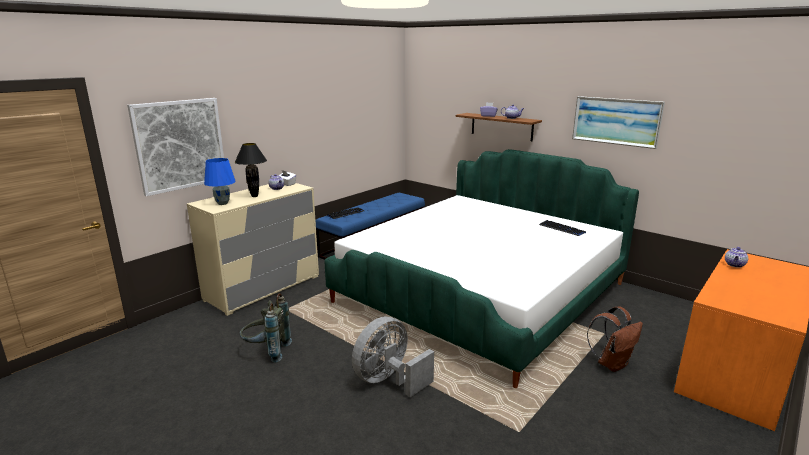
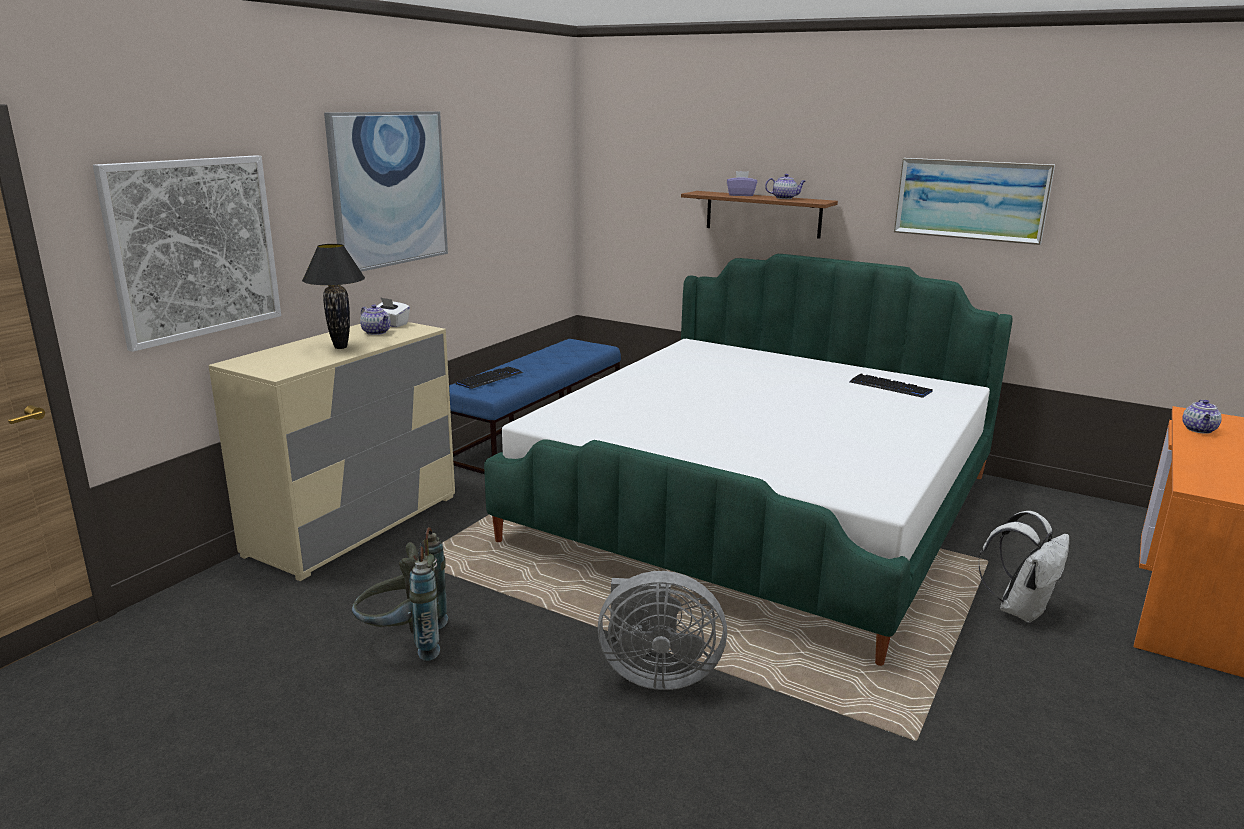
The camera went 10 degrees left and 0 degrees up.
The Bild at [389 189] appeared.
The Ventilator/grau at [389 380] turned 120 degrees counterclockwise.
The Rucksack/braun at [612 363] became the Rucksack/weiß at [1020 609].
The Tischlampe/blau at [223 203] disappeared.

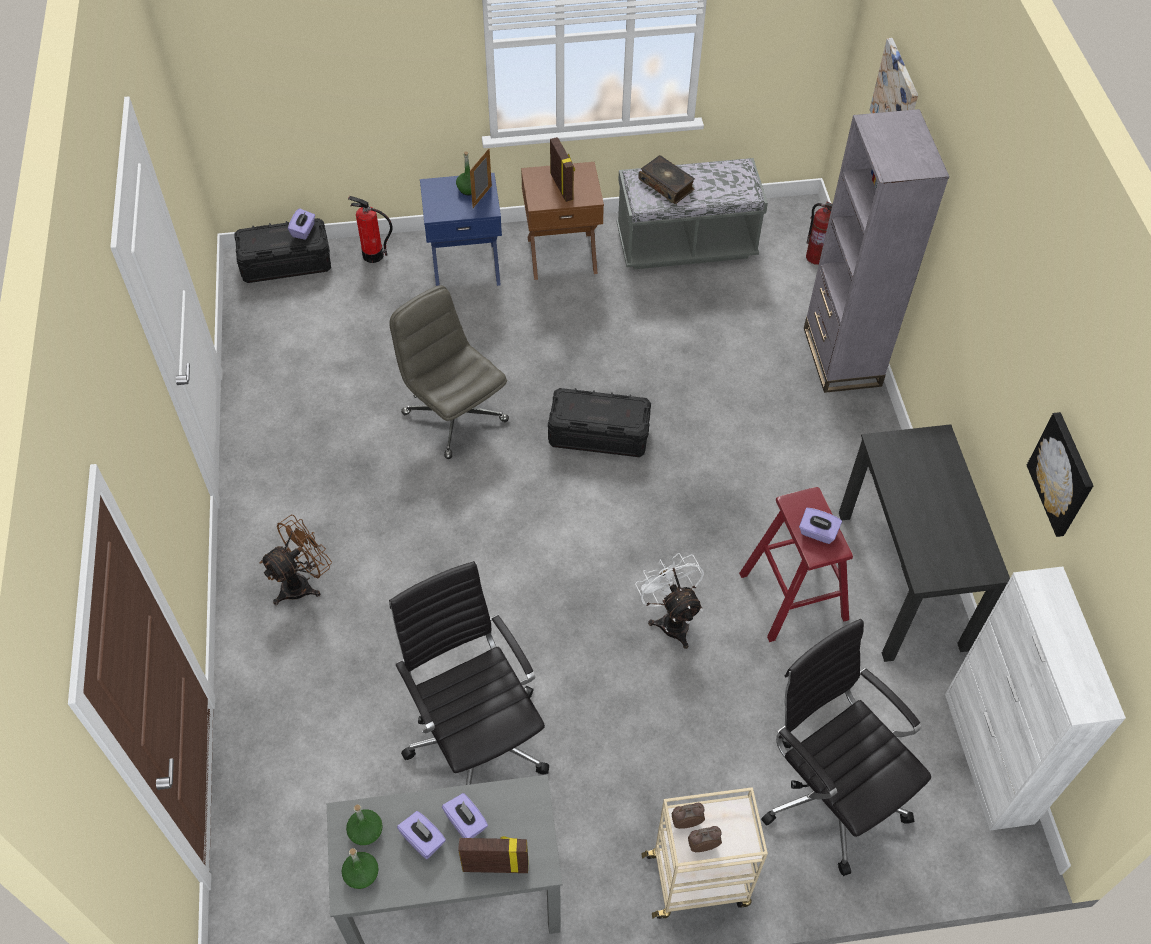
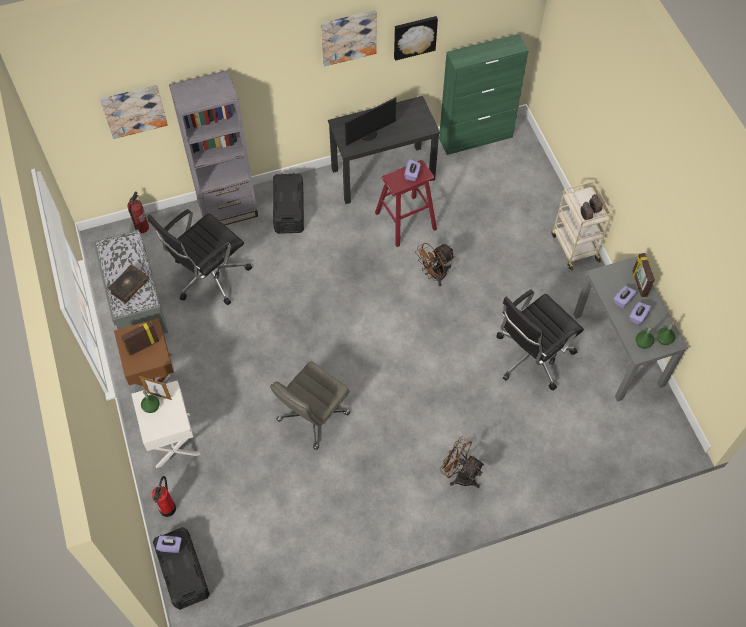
The camera went 100 degrees left and 5 degrees up.
The Nachttisch/blau at [465 265] became the Nachttisch/weiß at [172 440].
The Bürostuhl/schwarz moved from [830 792] to [208 276].
The Aufbewahrungsbox/schwarz moved from [599 435] to [289 210].
The Bild at [348 37] appeared.
The Monitor at [368 134] appeared.
The Ventilator/weiß at [671 619] became the Ventilator/braun at [434 275].
The Schrank/weiß at [988 758] became the Schrank/grün at [476 138].

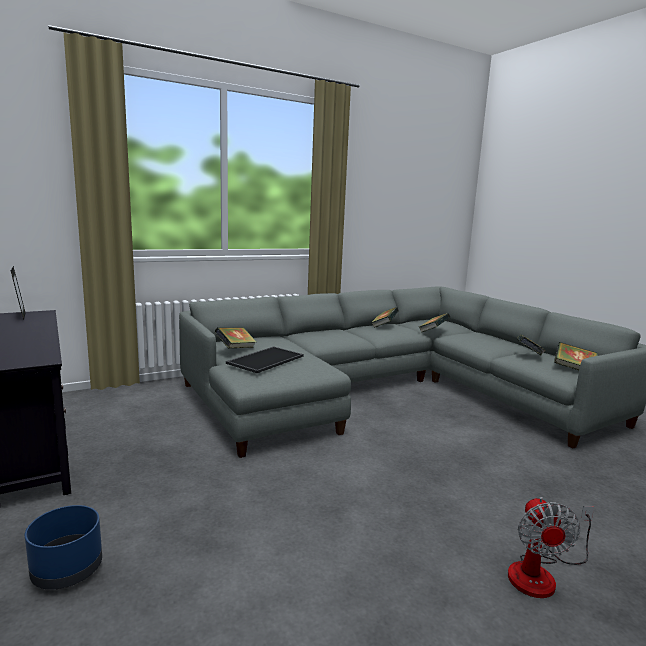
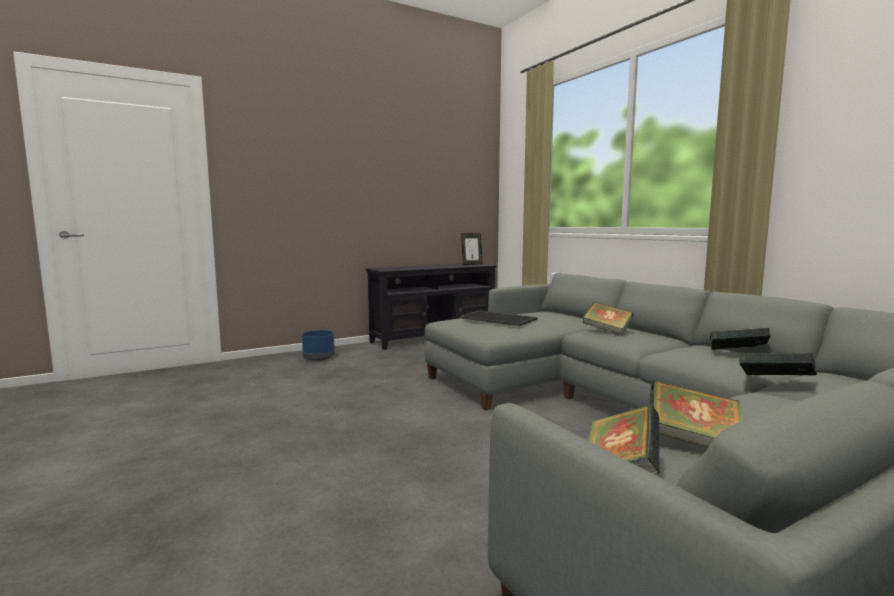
The camera went 90 degrees right and 5 degrees down.
The Buch moved from [236 349] to [607 331].
The Ventilator at [541 573] disappeared.

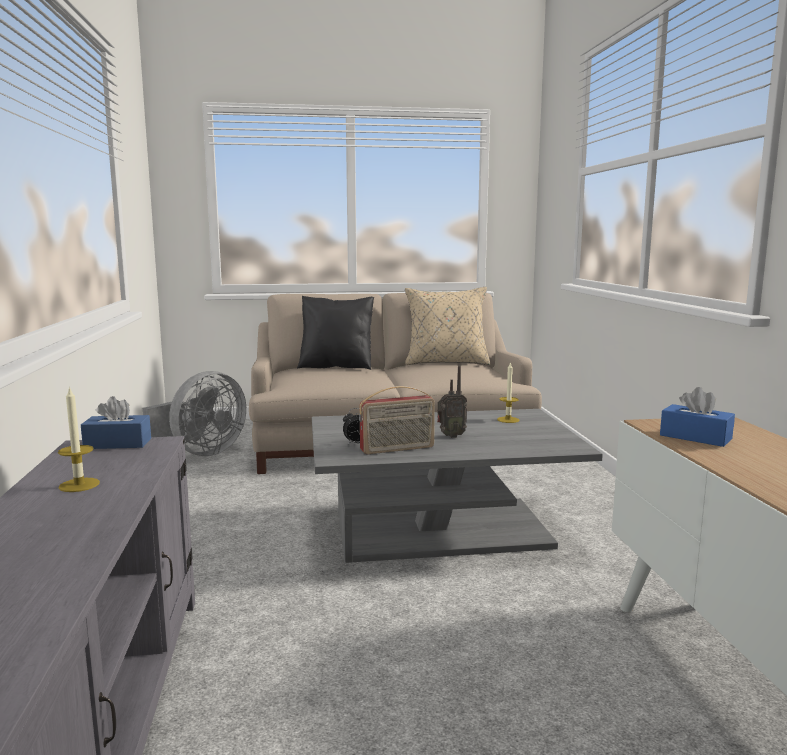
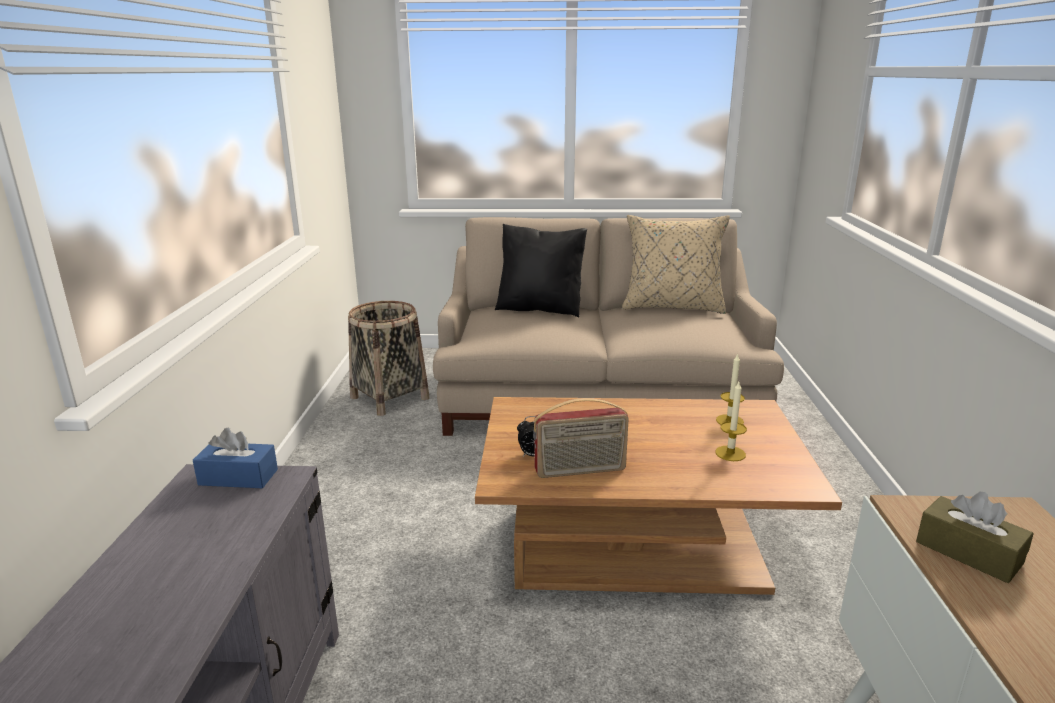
The camera went 10 degrees right and 10 degrees up.
The Ventilator/grau at [202 453] was replaced by the Korb at [390 398].
The Couchtisch/grau at [442 530] became the Couchtisch/braun at [636 547].
The Kerze moved from [79 485] to [730 453].
The Taschentuchbox/blau at [695 437] became the Taschentuchbox/braun at [968 552].
The Radio at [450 436] disappeared.

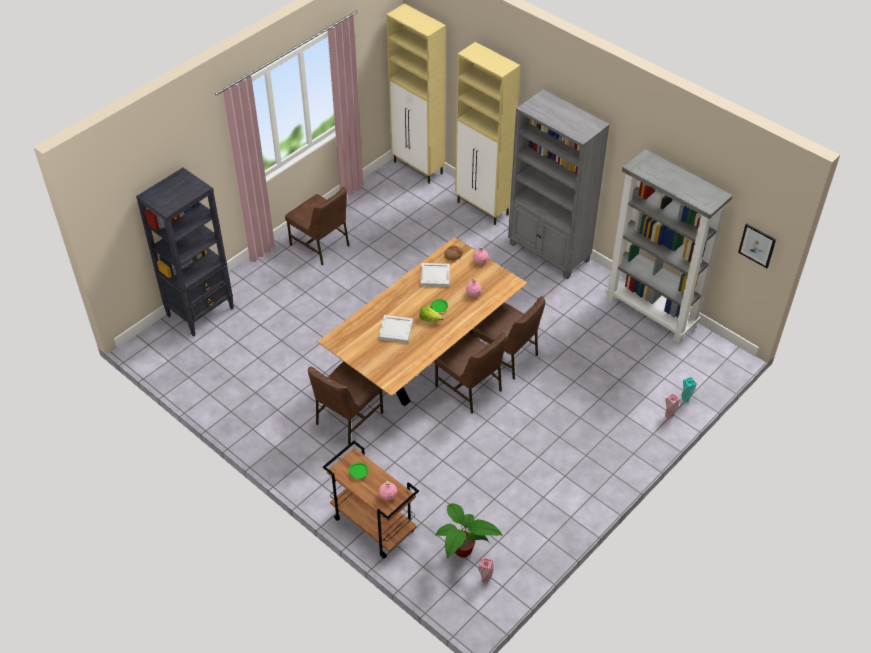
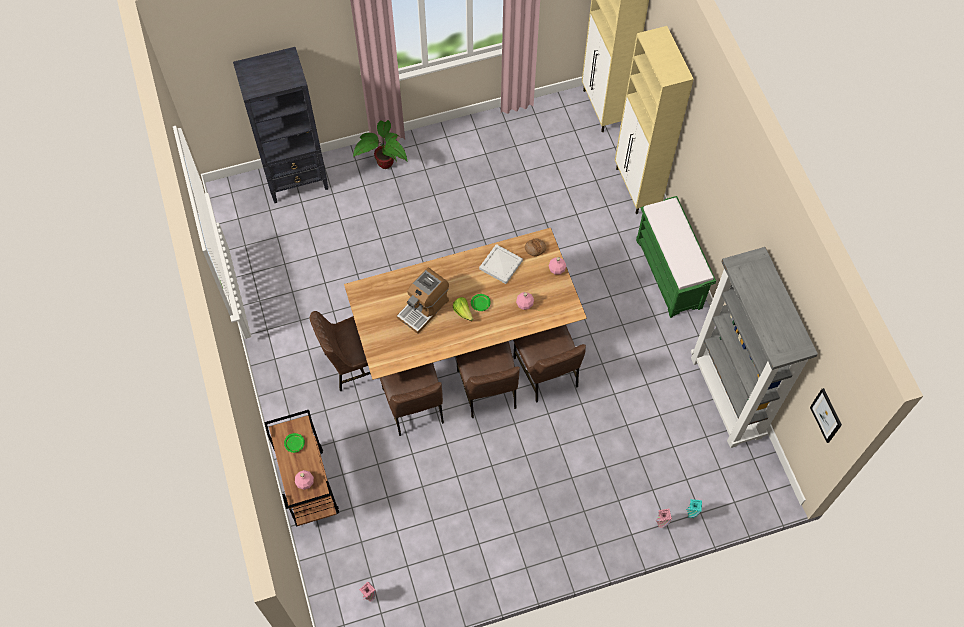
The camera went 30 degrees right and 15 degrees up.
The Topfpflanze moved from [462 554] to [383 165].
The Stuhl/braun moved from [321 245] to [414 406].
The Tablett/weiß at [396 330] was replaced by the Kaffeemaschine at [424 308].
The Bücherregal/grau at [549 253] was replaced by the Bank/grün at [669 274].

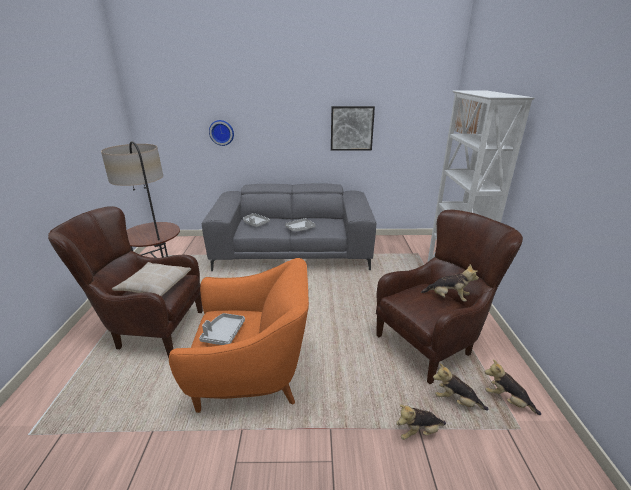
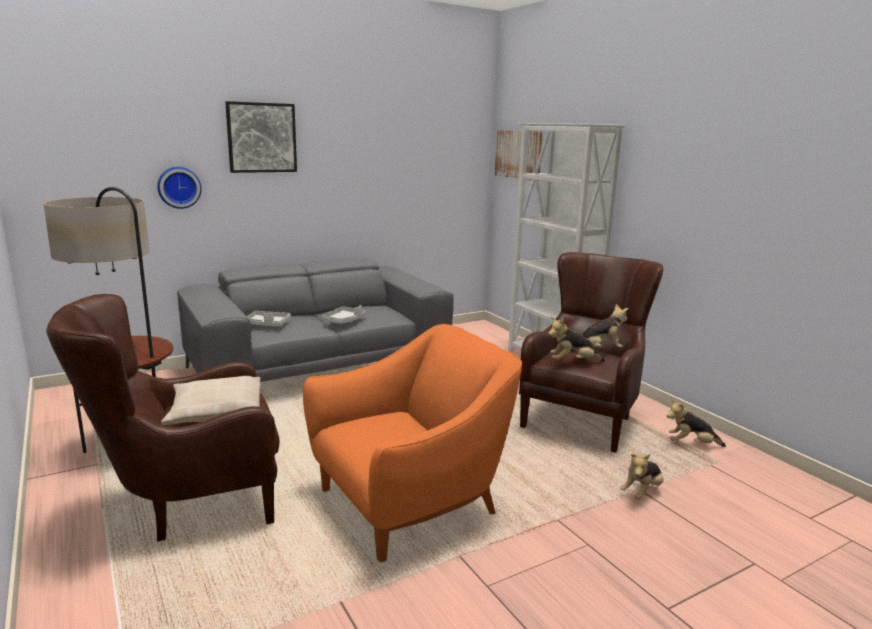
The camera went 30 degrees left and 10 degrees down.
The Bild moved from [351 128] to [261 137].
The Plüschtier moved from [456 401] to [573 362].
The Tablett/grau at [223 333] disappeared.

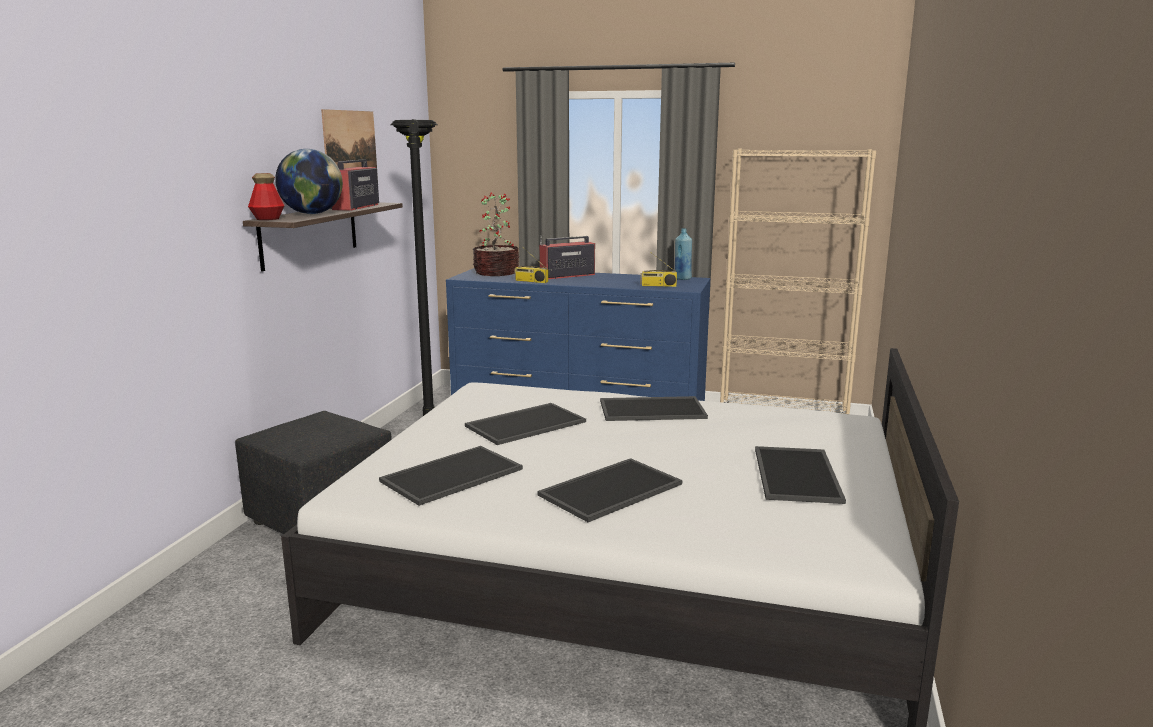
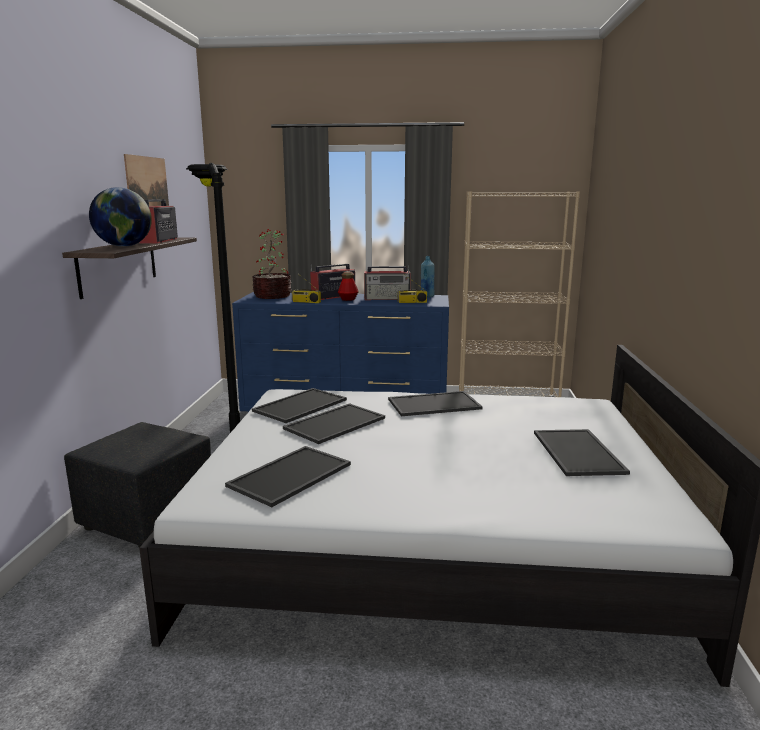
The camera went 10 degrees left and 0 degrees up.
The Tablett moved from [611 490] to [300 406].
The Flasche moved from [268 219] to [348 299].
The Radio at [387 298] appeared.

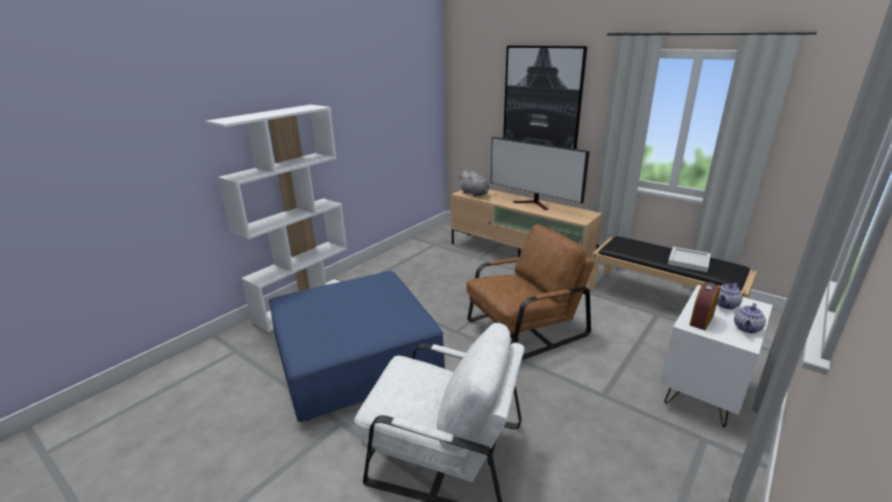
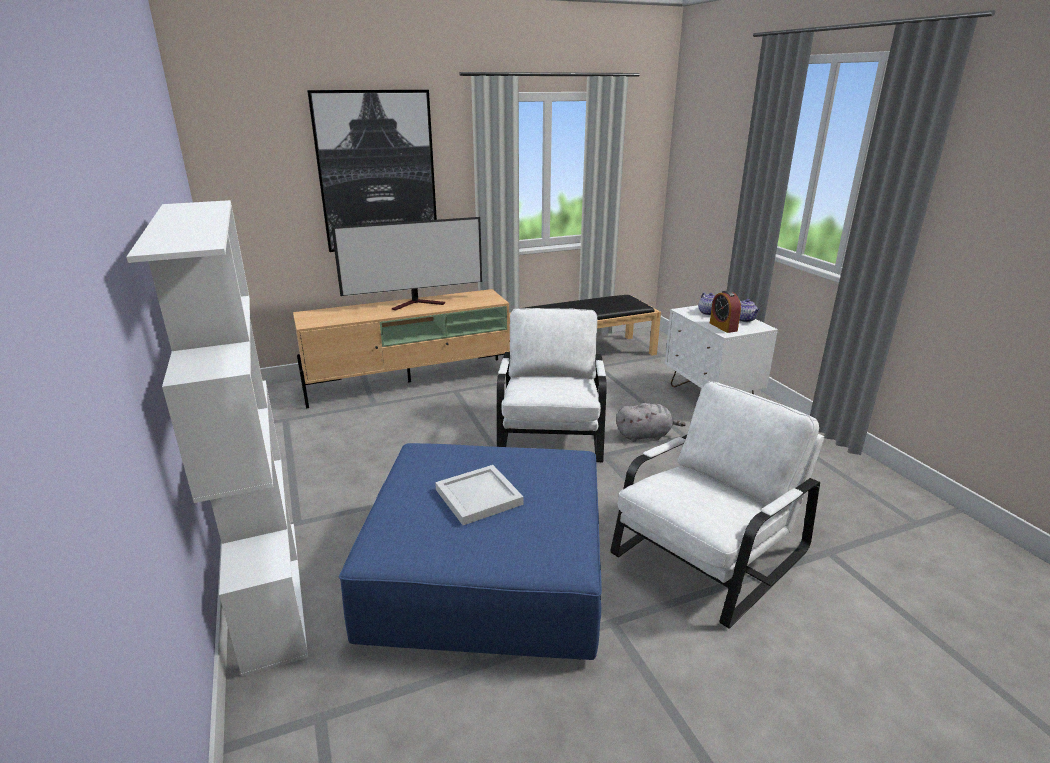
The camera went 60 degrees left and 0 degrees up.
The Tablett/weiß moved from [688 261] to [478 498].
The Sessel/braun at [524 328] became the Sessel/weiß at [551 433].
The Plüschtier/grau moved from [475 194] to [645 435].

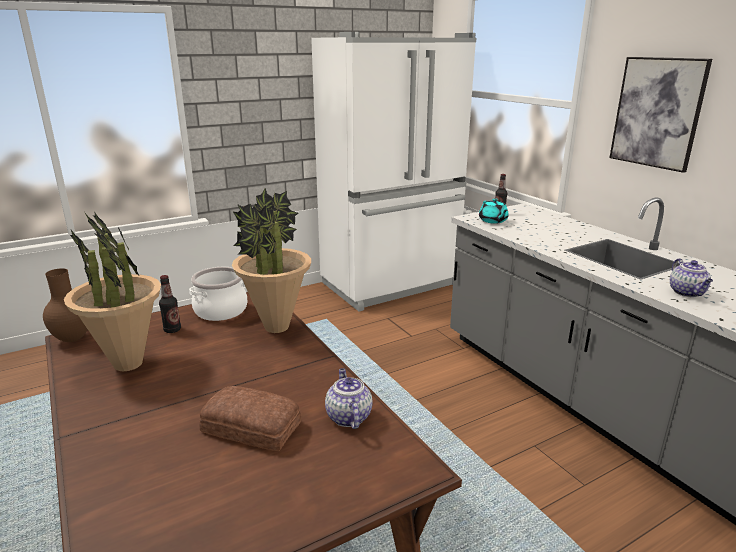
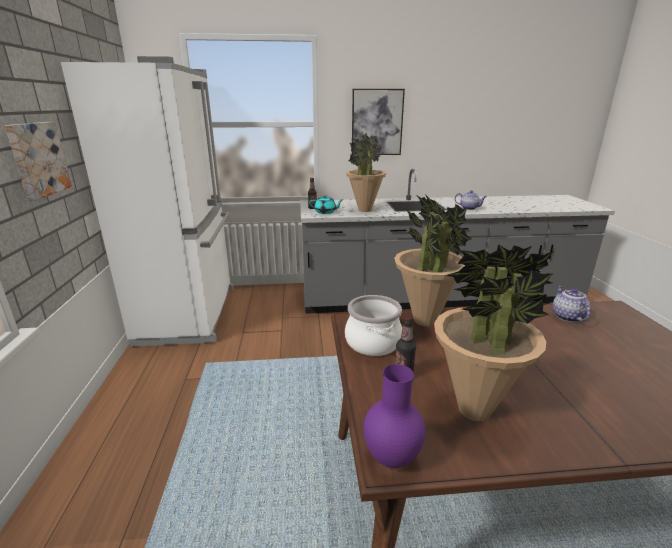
The camera went 65 degrees left and 0 degrees up.
The Bild at [37 159] appeared.
The Topfpflanze at [364 210] appeared.
The Vase/braun at [73 338] became the Vase/lila at [390 458].
The Teekanne at [348 416] turned 75 degrees clockwise.
The Brot at [251 428] disappeared.

